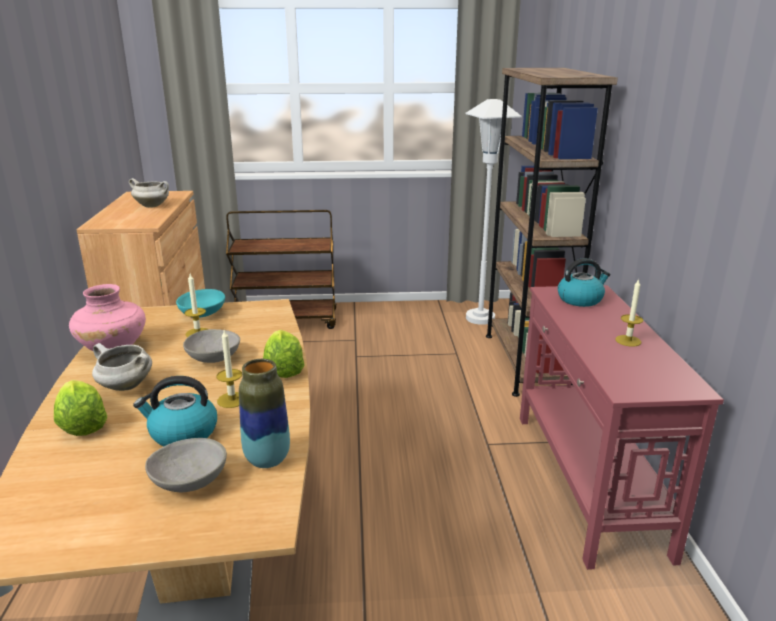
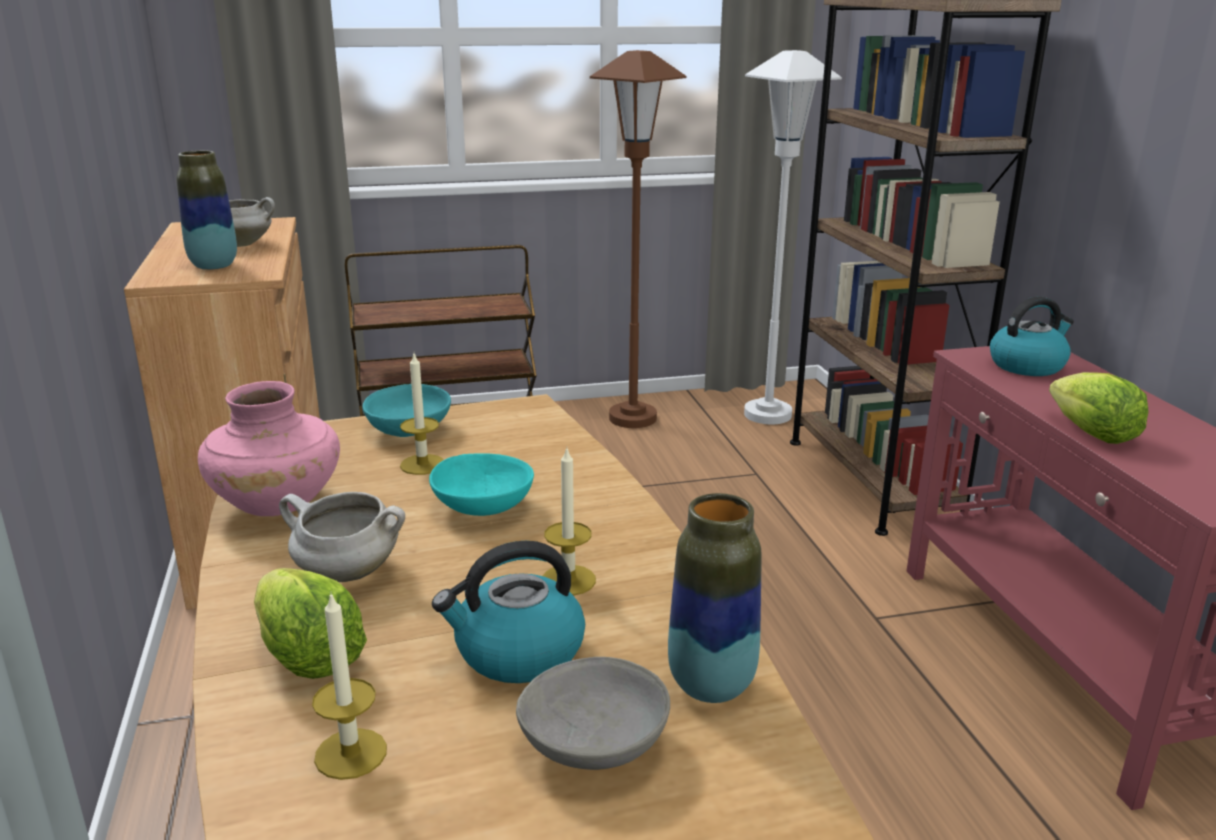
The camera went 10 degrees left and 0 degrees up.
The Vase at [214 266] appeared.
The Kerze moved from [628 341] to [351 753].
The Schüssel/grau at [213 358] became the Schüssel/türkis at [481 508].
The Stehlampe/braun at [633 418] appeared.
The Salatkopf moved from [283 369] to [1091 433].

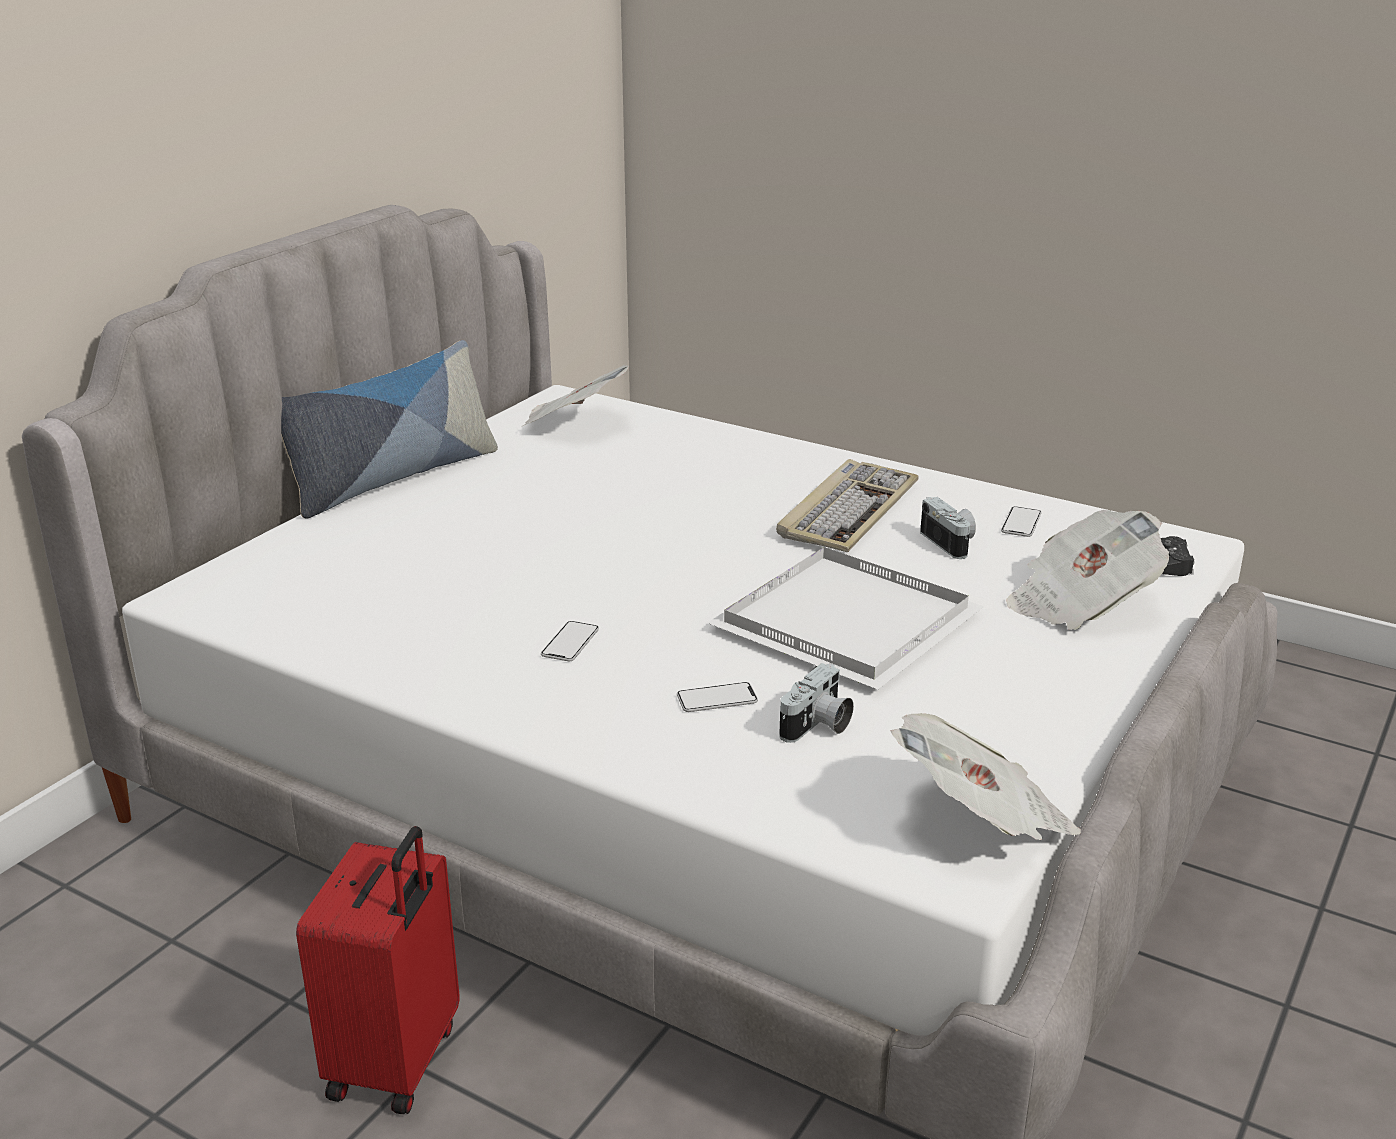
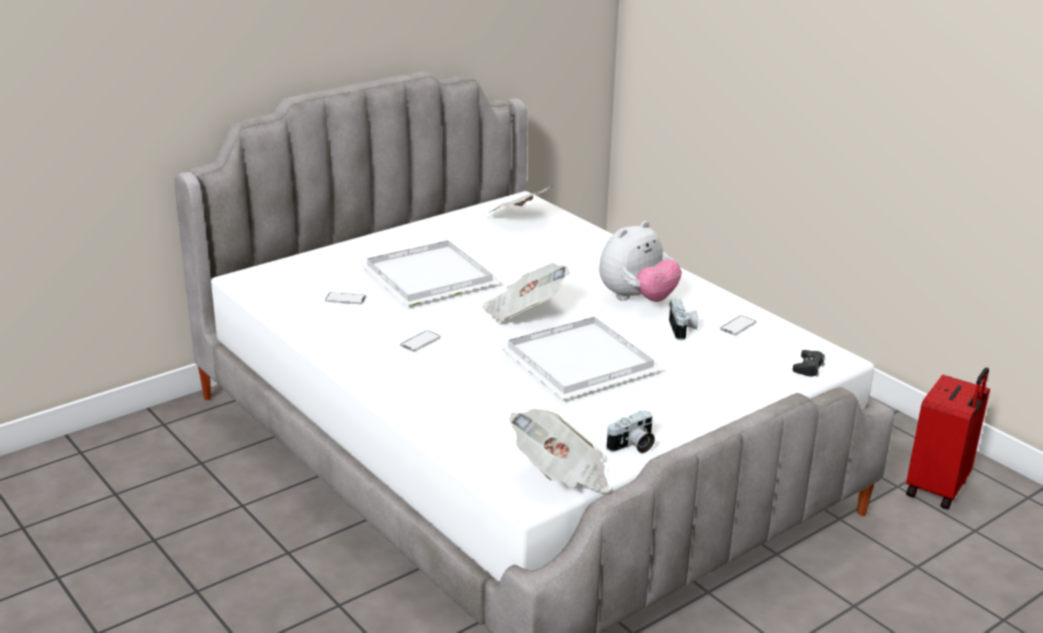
The camera went 20 degrees right and 0 degrees up.
The Handy moved from [717 699] to [345 299].
The Tablett/weiß at [428 278] appeared.
The Zeitung moved from [1080 603] to [523 312].
The Tastatur at [847 511] was replaced by the Plüschtier at [637 299].
The Kamera moved from [818 726] to [632 446].
The Koffer/rot moved from [397 1061] to [939 489].
The Kissen at [393 478] disappeared.

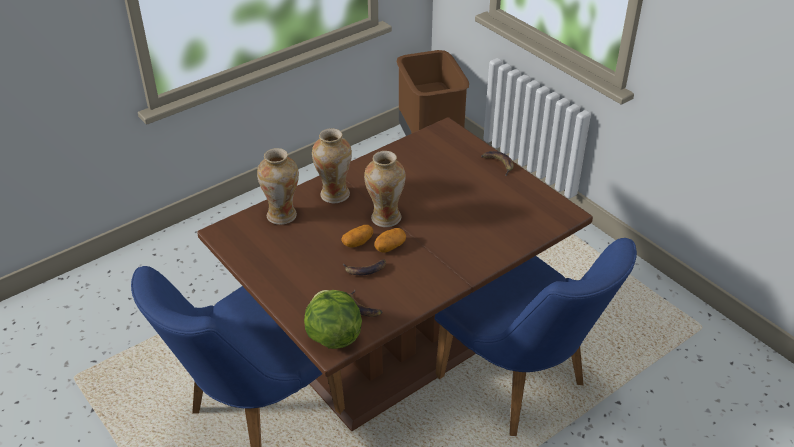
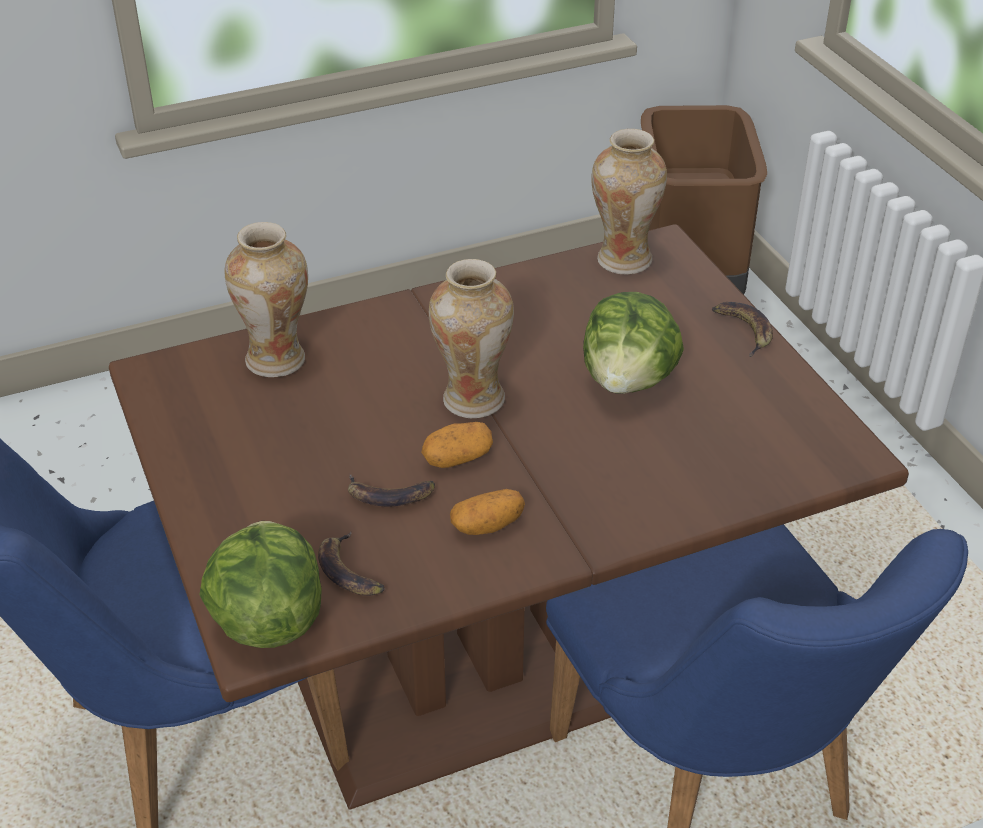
The camera went 15 degrees right and 0 degrees up.
The Kartoffel moved from [357 242] to [487 525].
The Salatkopf at [628 380] appeared.
The Vase moved from [334 194] to [623 259].

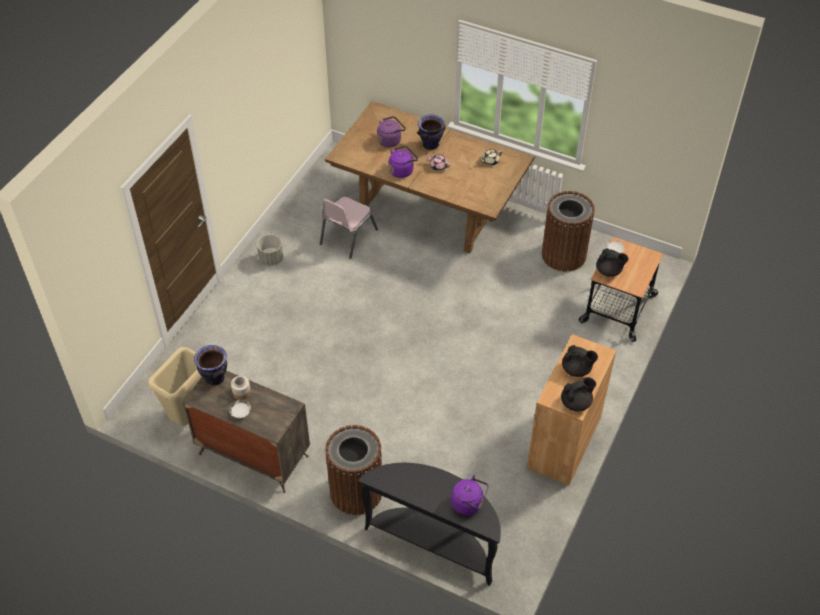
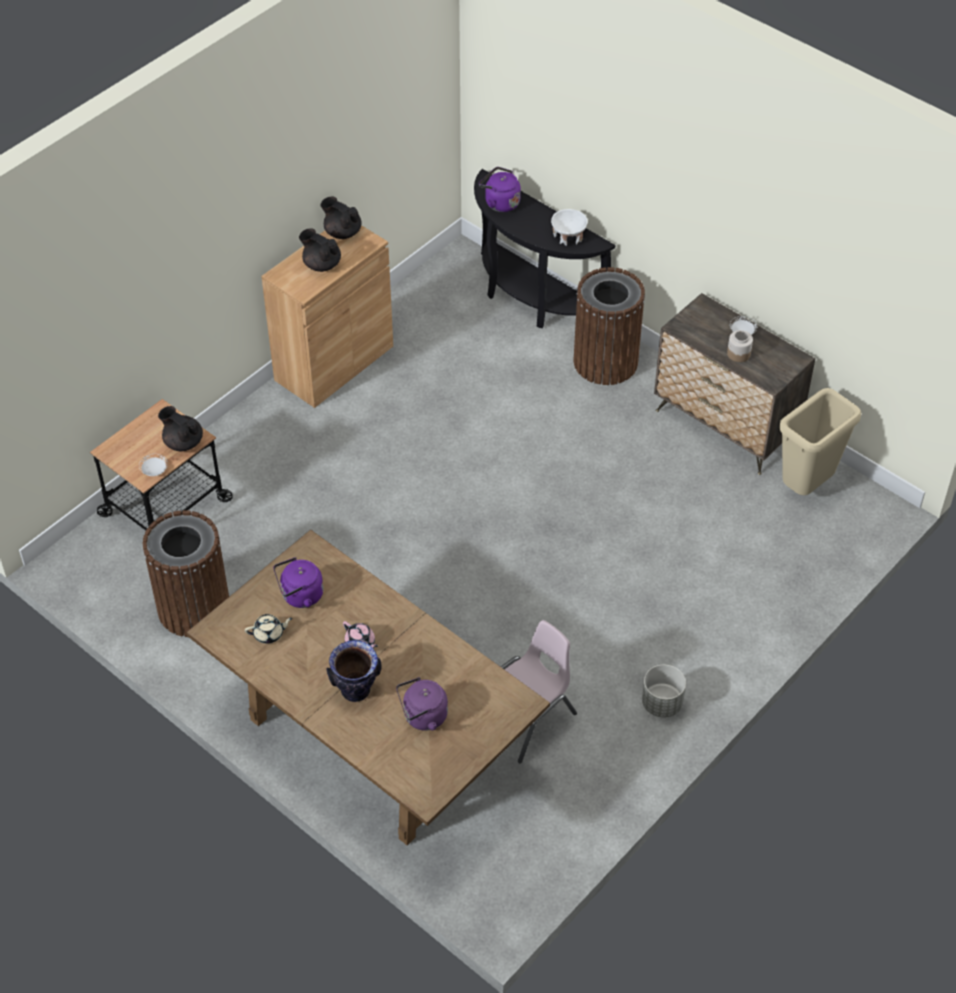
The camera went 165 degrees left and 0 degrees up.
The Wasserkessel/lila moved from [402 170] to [300 596].
The Teekanne/schwarz at [576 403] turned 45 degrees clockwise.
The Schüssel/weiß at [568 237] appeared.
The Vase at [214 378] disappeared.

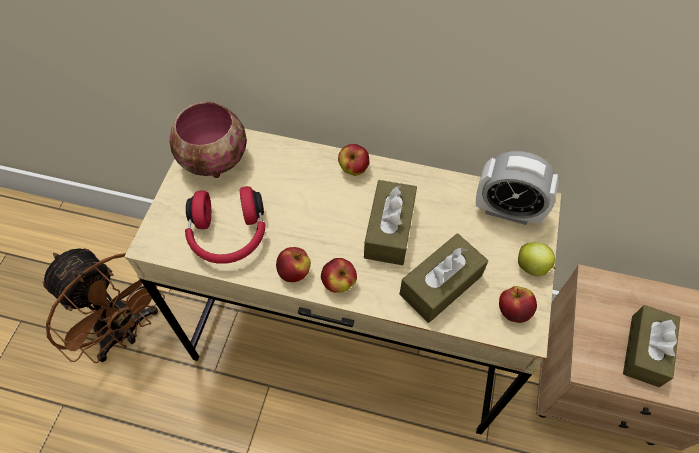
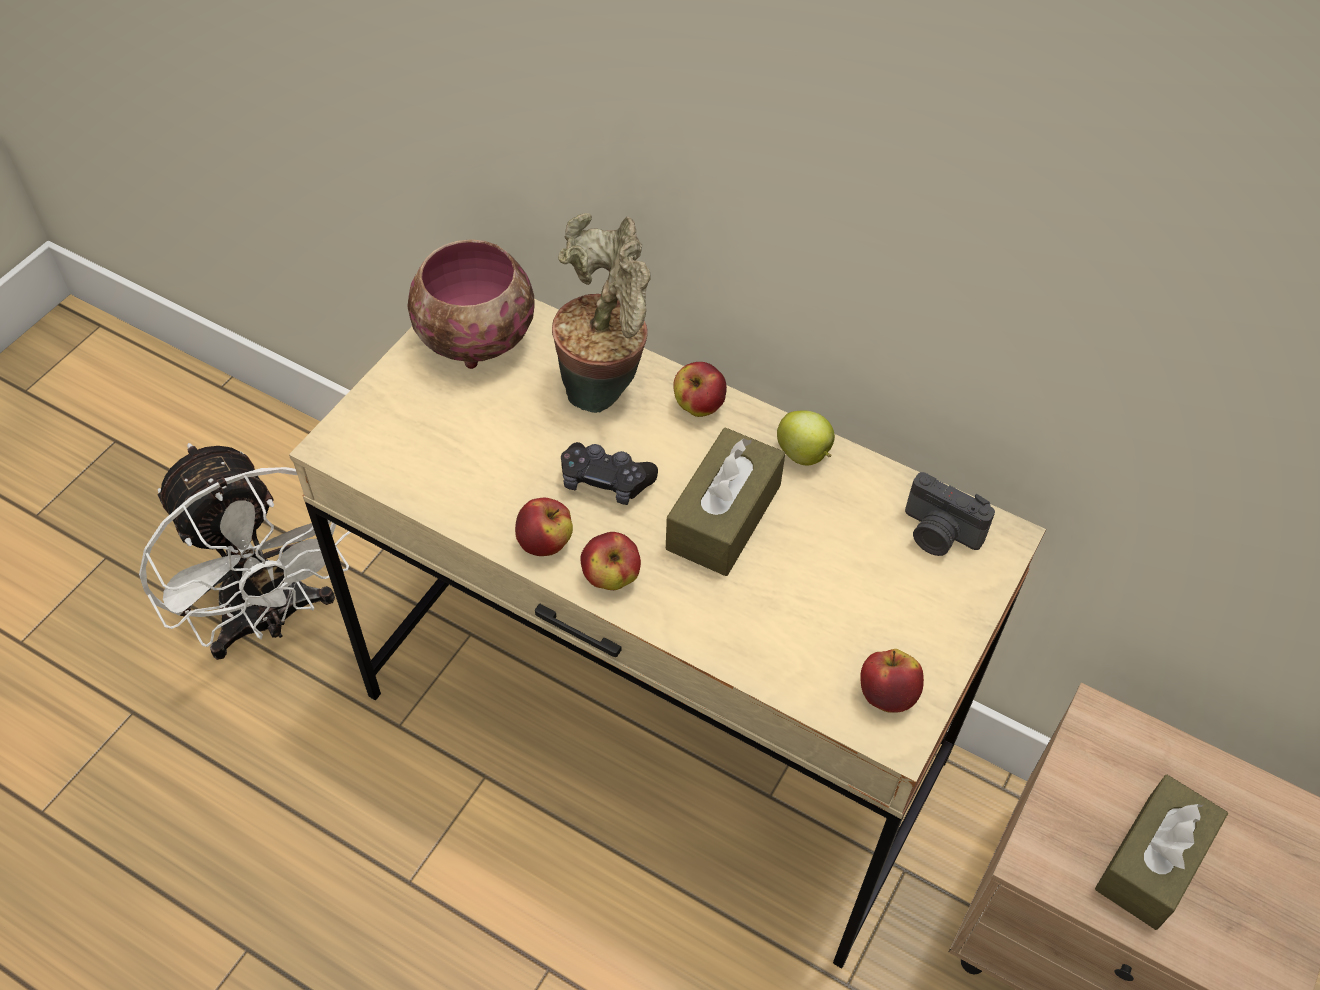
The camera went 15 degrees right and 5 degrees down.
The Ventilator/braun at [126 331] became the Ventilator/weiß at [271 619].
The Topfpflanze at [605 387] appeared.
The Gamepad/schwarz at [606 481] appeared.
The Apfel moved from [532 267] to [805 455].
The Wecker at [507 210] was replaced by the Kamera at [938 534].
The Kopfhörer/rot at [228 235] disappeared.
The Taschentuchbox/braun at [440 285] disappeared.

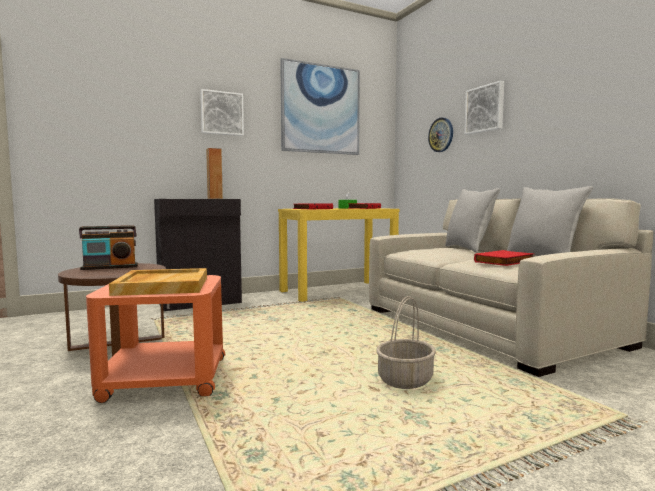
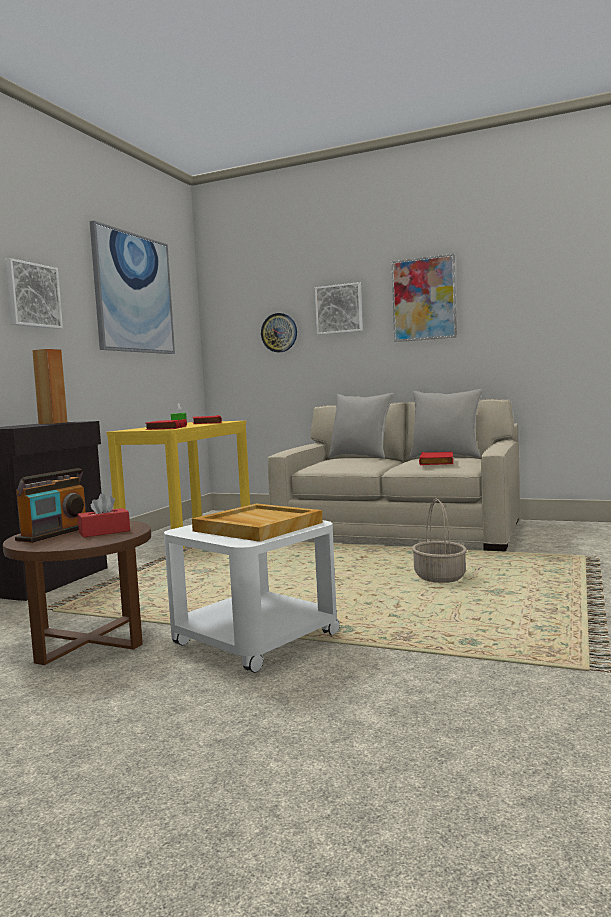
The camera went 40 degrees left and 0 degrees up.
The Taschentuchbox/rot at [104 532] appeared.
The Beistelltisch/orange at [164 379] became the Beistelltisch/weiß at [254 640].
The Bild at [424 299] appeared.

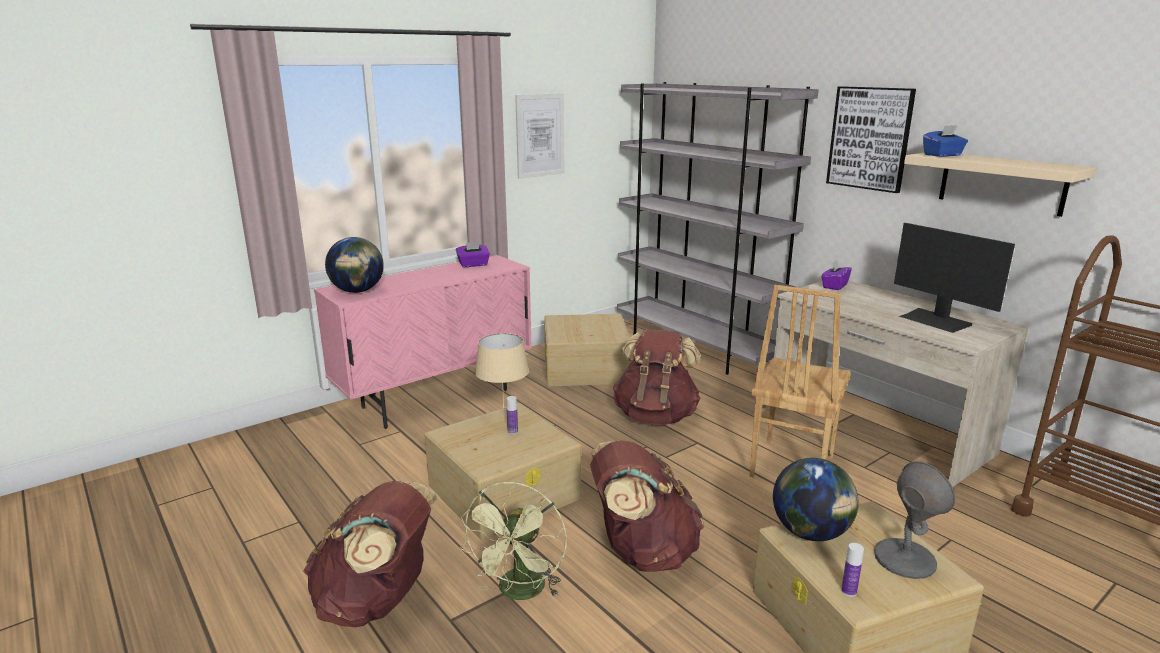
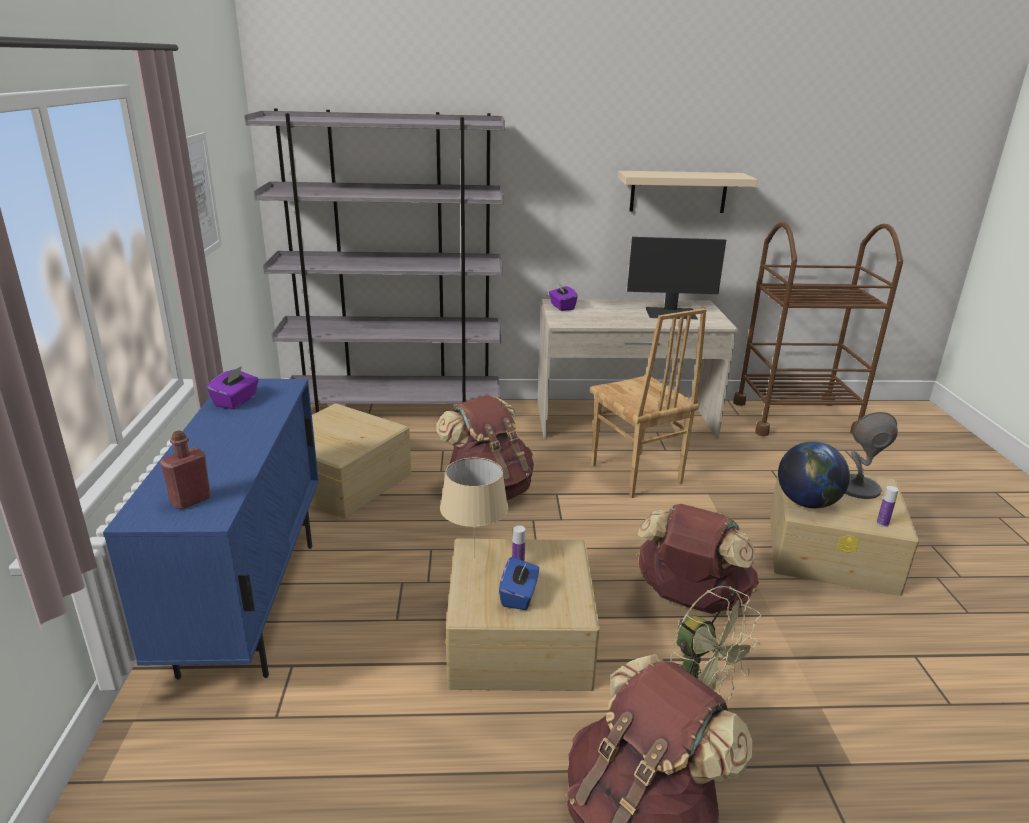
The camera went 55 degrees left and 5 degrees up.
The Schrank/rosa at [436 398] became the Schrank/blau at [252 604].
The Globus at [357 291] was replaced by the Flasche/rot at [191 500].
The Taschentuchbox/blau moved from [942 155] to [519 596].
The Bild at [870 138] disappeared.

